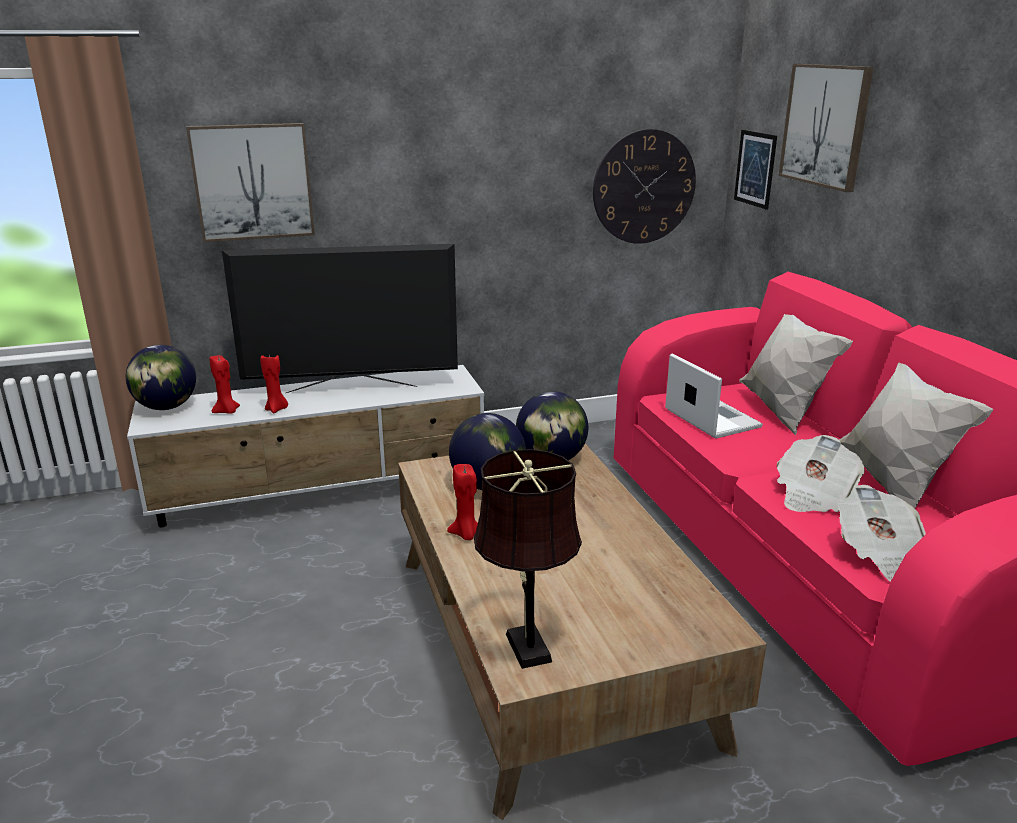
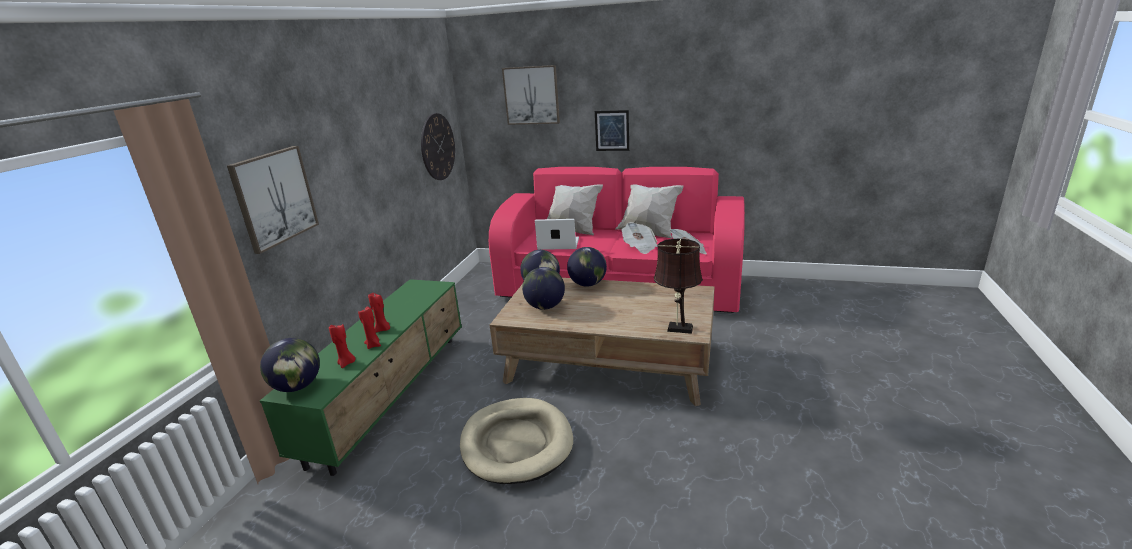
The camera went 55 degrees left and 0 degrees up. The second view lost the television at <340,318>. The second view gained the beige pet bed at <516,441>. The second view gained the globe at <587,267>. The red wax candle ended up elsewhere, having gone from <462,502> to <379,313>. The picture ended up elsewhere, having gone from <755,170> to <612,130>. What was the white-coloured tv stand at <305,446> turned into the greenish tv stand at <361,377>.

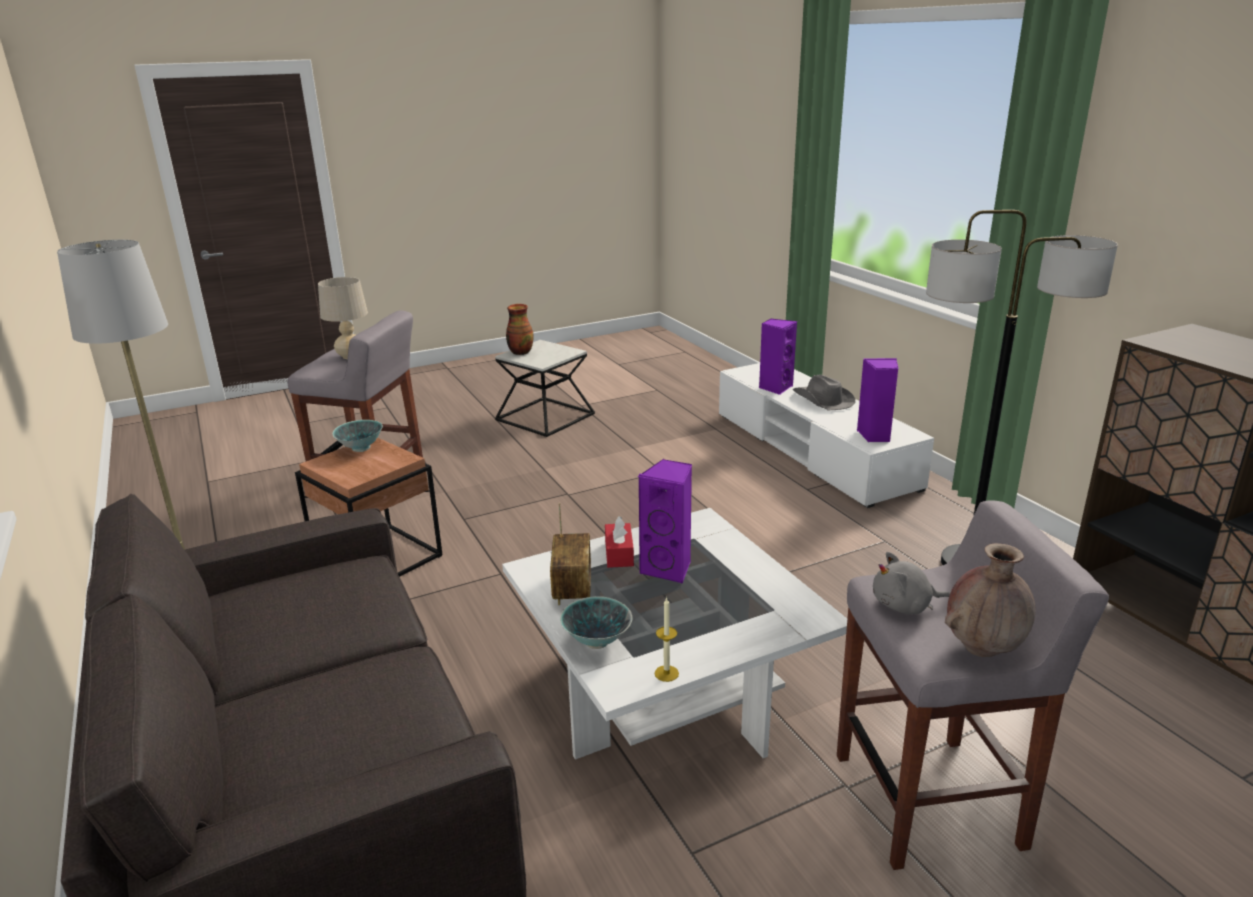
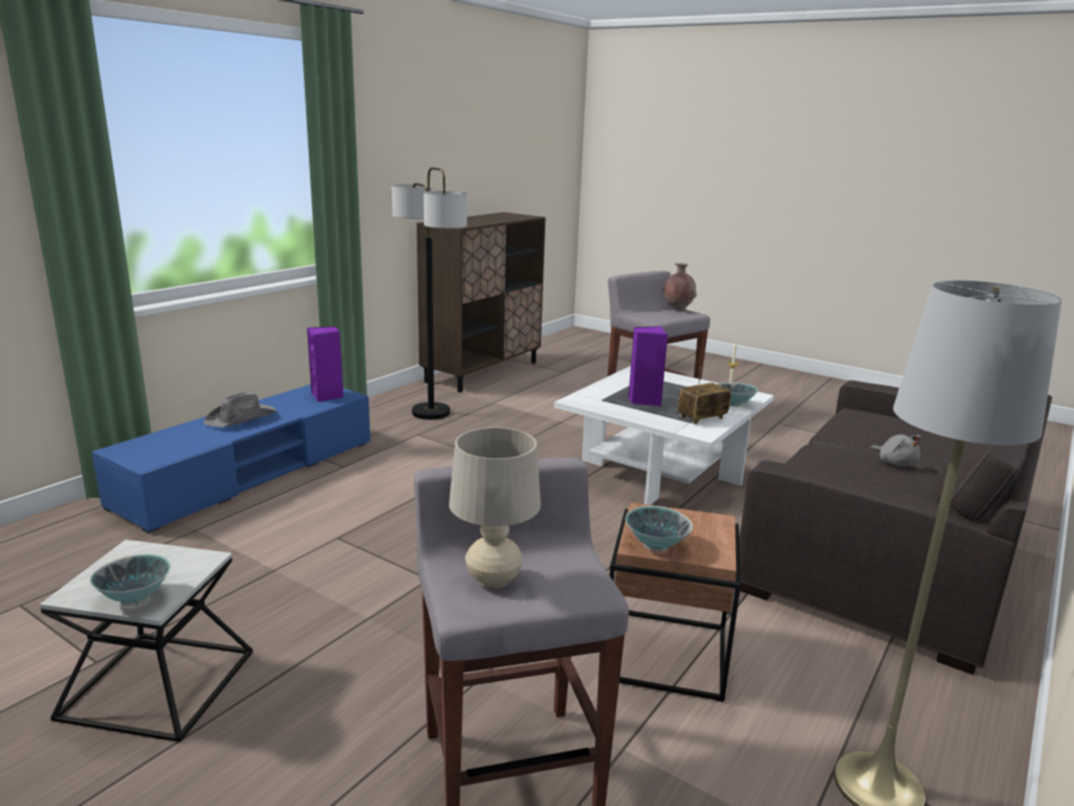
The camera went 120 degrees left and 5 degrees down. The second view lost the red tissue holder at <619,542>. The second view lost the purple-coloured audio speaker at <778,357>. The gray soft toy ended up elsewhere, having gone from <911,583> to <895,450>. Where the decorative vase stood at <520,329>, the serving bowl came to stand at <130,580>. What was the white-coloured tv stand at <826,435> turned into the bluish tv stand at <231,458>.

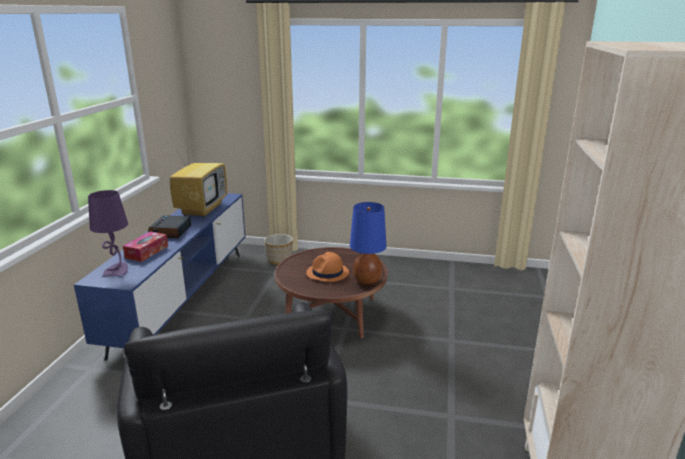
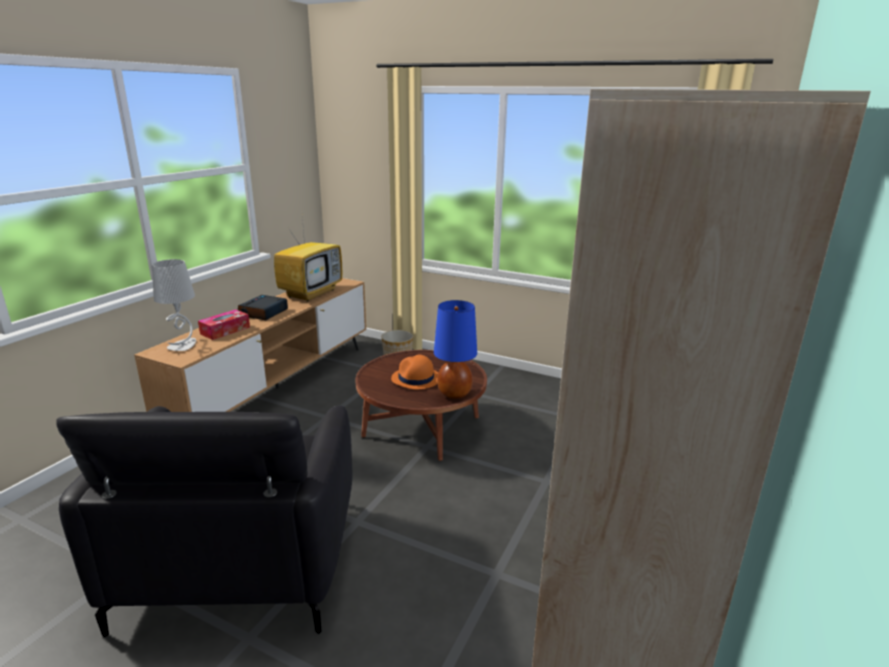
The camera went 15 degrees right and 0 degrees up. What was the bluish tv stand at <159,276> turned into the brown-coloured tv stand at <250,345>. What was the purple-coloured table lamp at <108,233> turned into the gray table lamp at <174,305>.

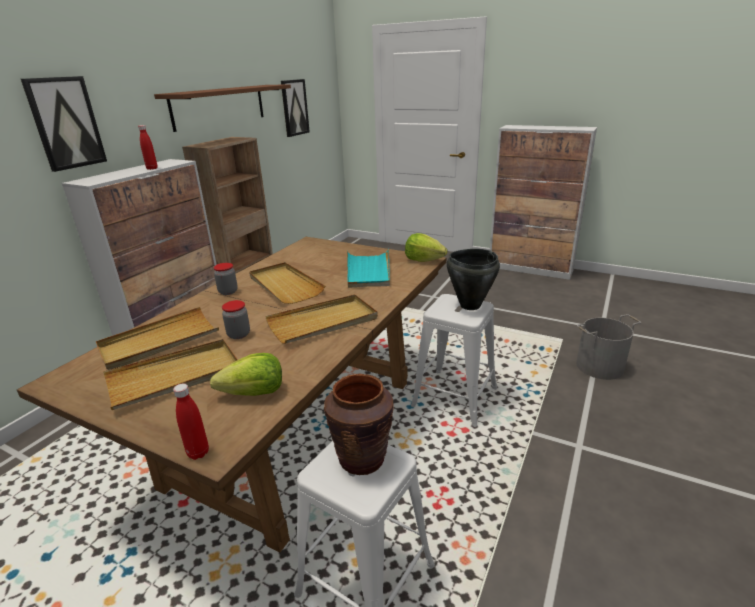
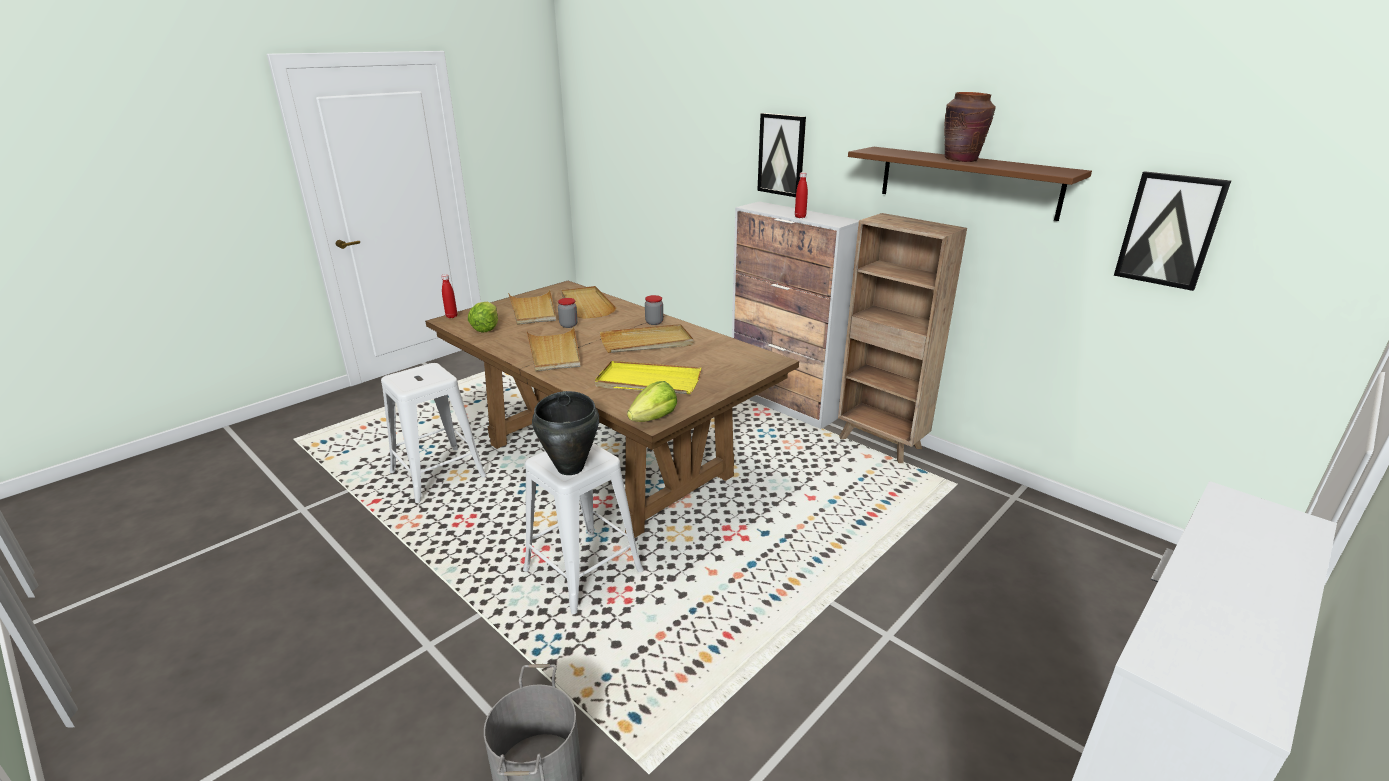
The camera went 105 degrees right and 0 degrees up. The brown-coloured decorative vase ended up elsewhere, having gone from <359,424> to <970,127>. What was the blue-green tray at <368,268> turned into the yellow tray at <648,377>.

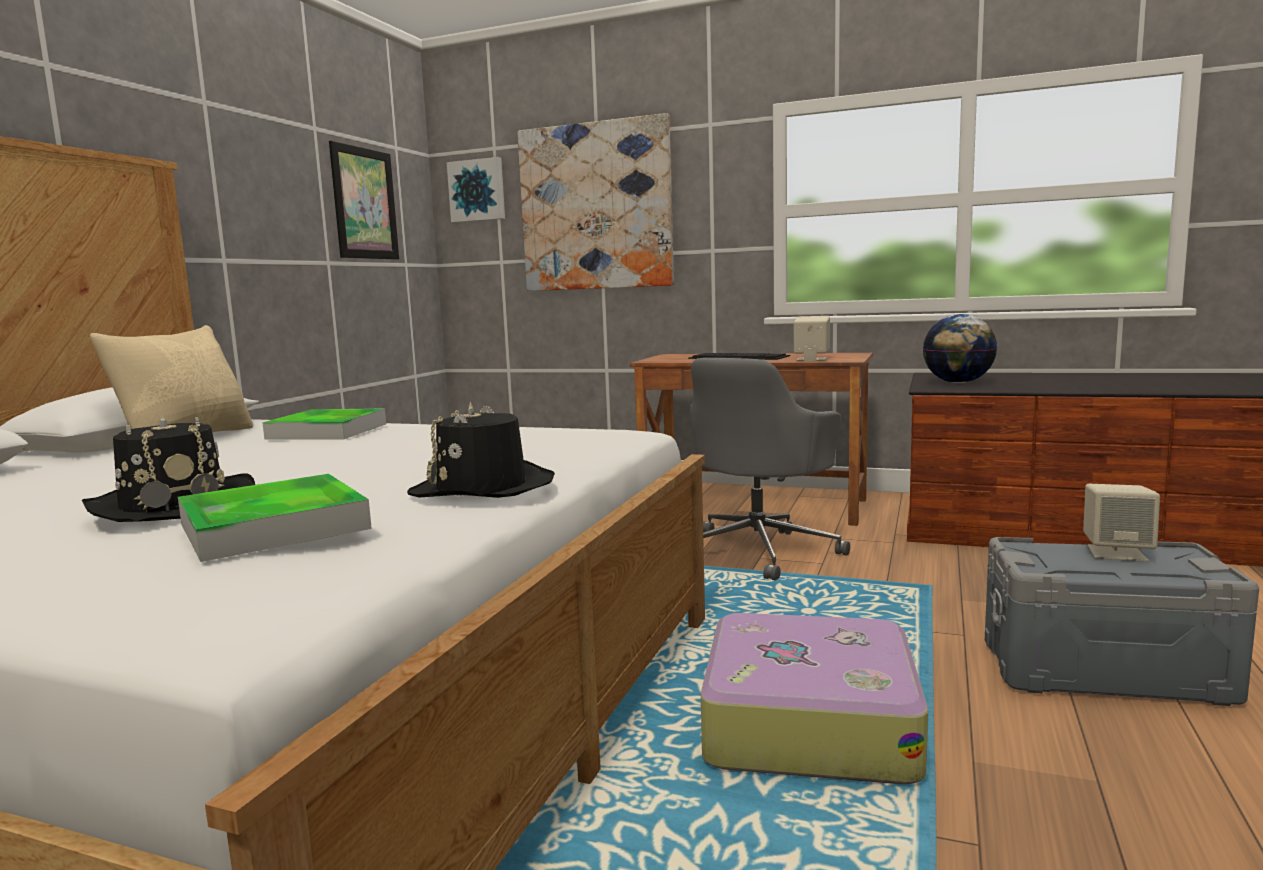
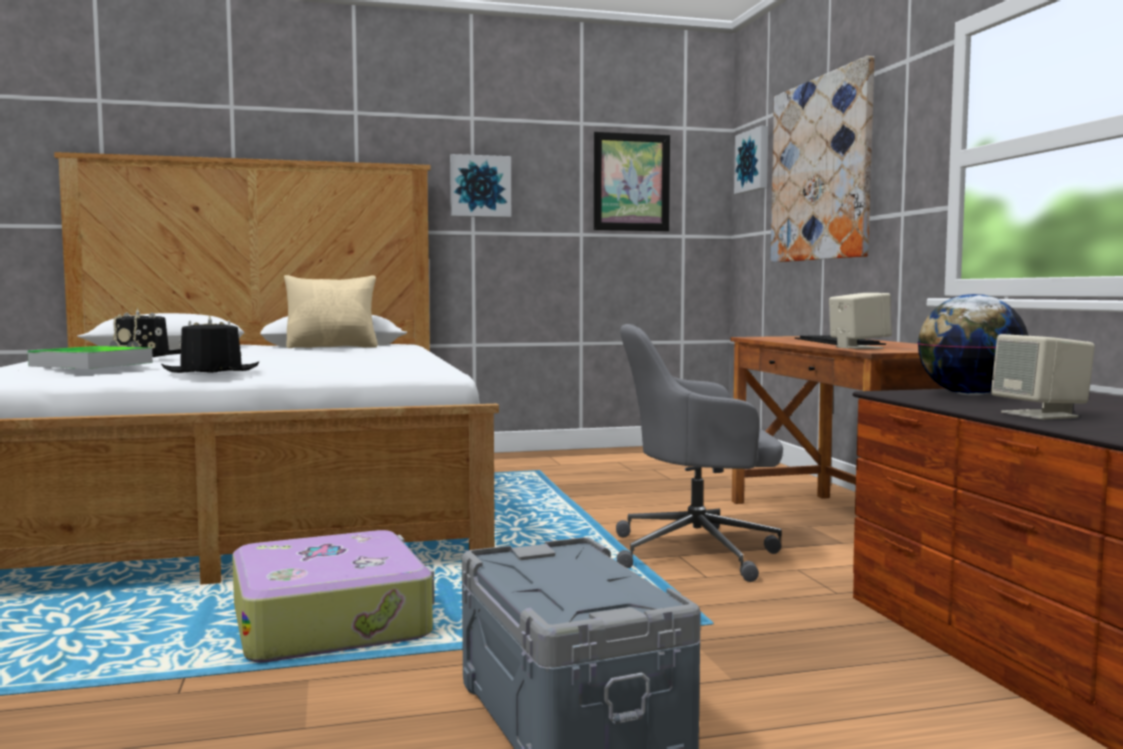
The camera went 55 degrees right and 5 degrees down. The second view lost the tray at <324,424>. The second view gained the picture at <480,185>. The beige audio speaker ended up elsewhere, having gone from <1121,523> to <1043,377>.

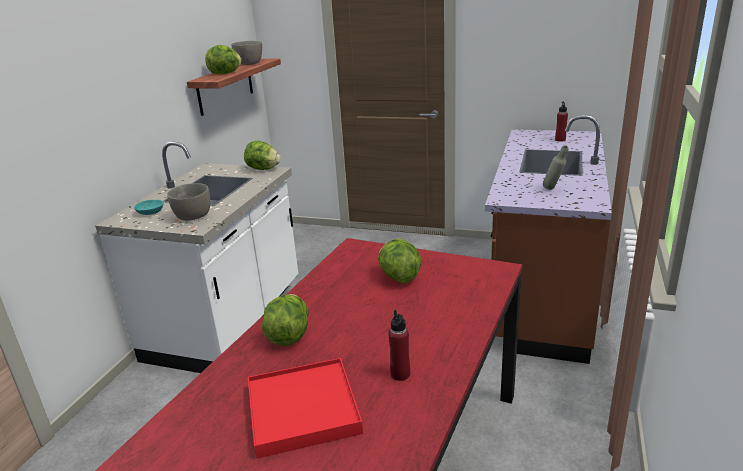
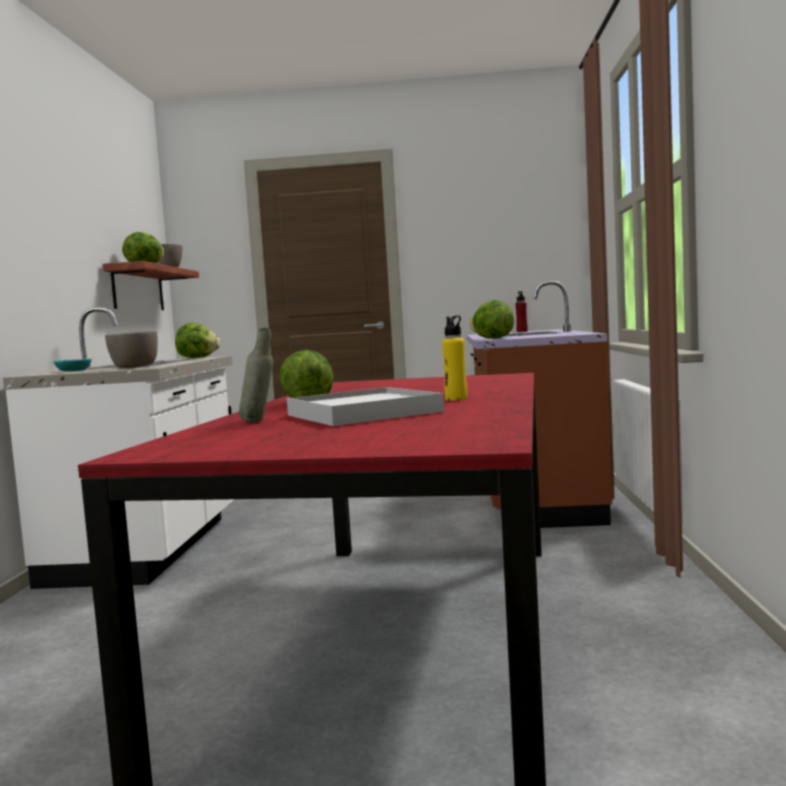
The camera went 15 degrees left and 20 degrees down. The lettuce ended up elsewhere, having gone from <399,261> to <492,319>. The gray beverage bottle ended up elsewhere, having gone from <555,167> to <256,375>. What was the red tray at <305,408> turned into the white-coloured tray at <365,406>. What was the red beverage bottle at <399,345> turned into the yellow beverage bottle at <455,358>.

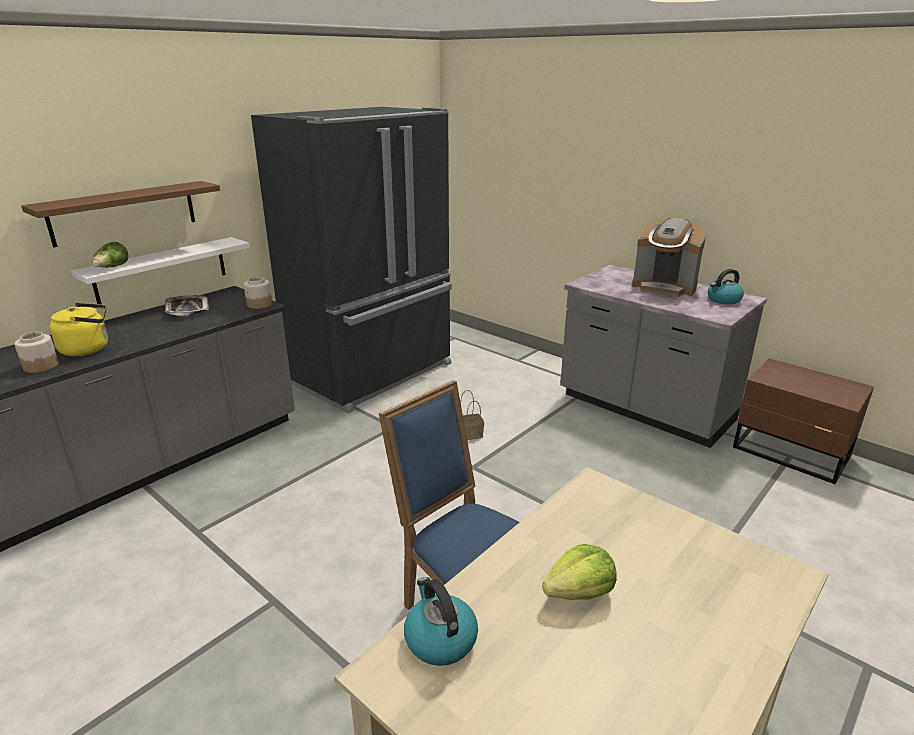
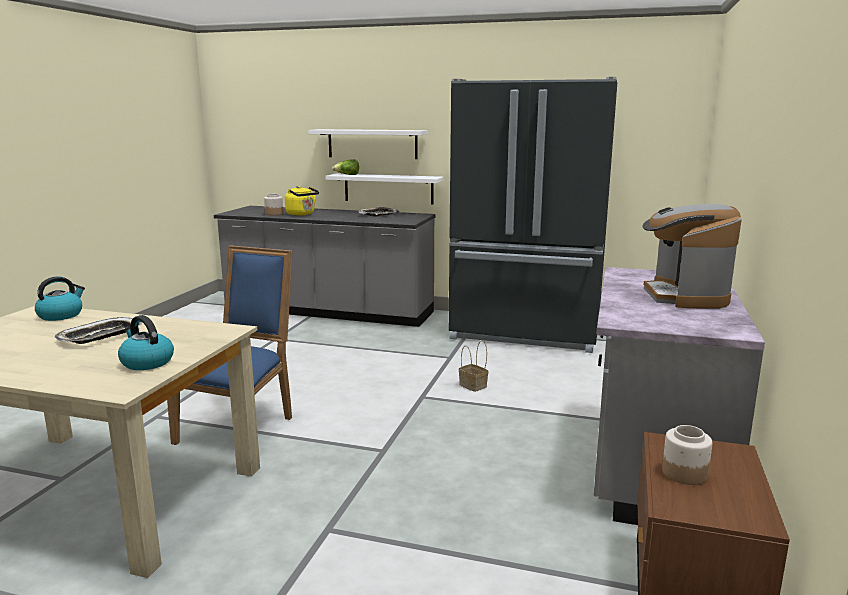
The camera went 65 degrees right and 10 degrees down. The jar ended up elsewhere, having gone from <258,293> to <687,455>. The water kettle ended up elsewhere, having gone from <726,287> to <146,342>. Where the lettuce stood at <579,572>, the tray came to stand at <98,330>. What was the brown-coloured shelf at <120,214> turned into the white-coloured shelf at <368,144>.

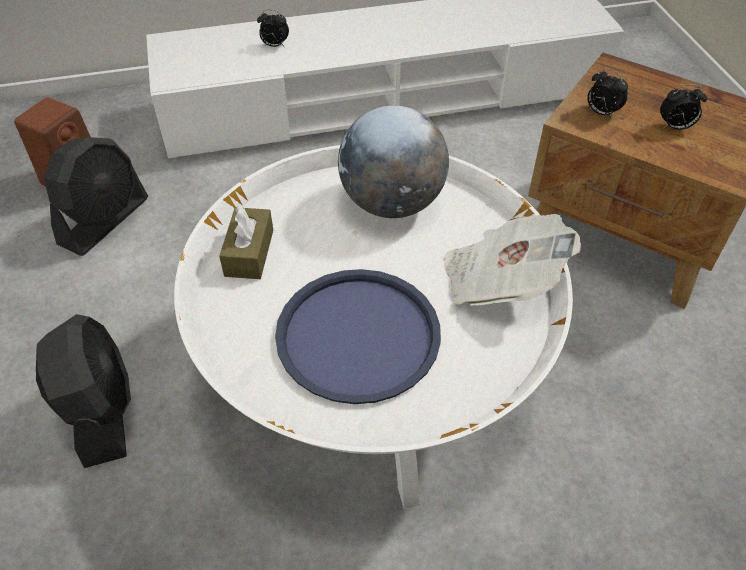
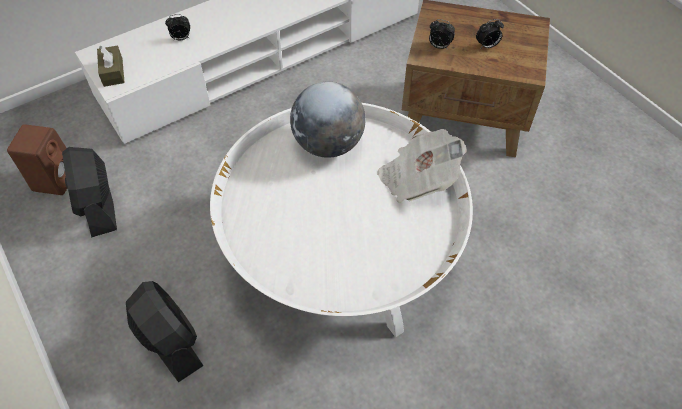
The camera went 20 degrees left and 5 degrees up. The second view lost the bluish tray at <358,336>. The brown-coloured tissue holder ended up elsewhere, having gone from <246,242> to <111,66>. The black cooling fan at <96,196> ended up facing another way, 150 degrees clockwise from before.

